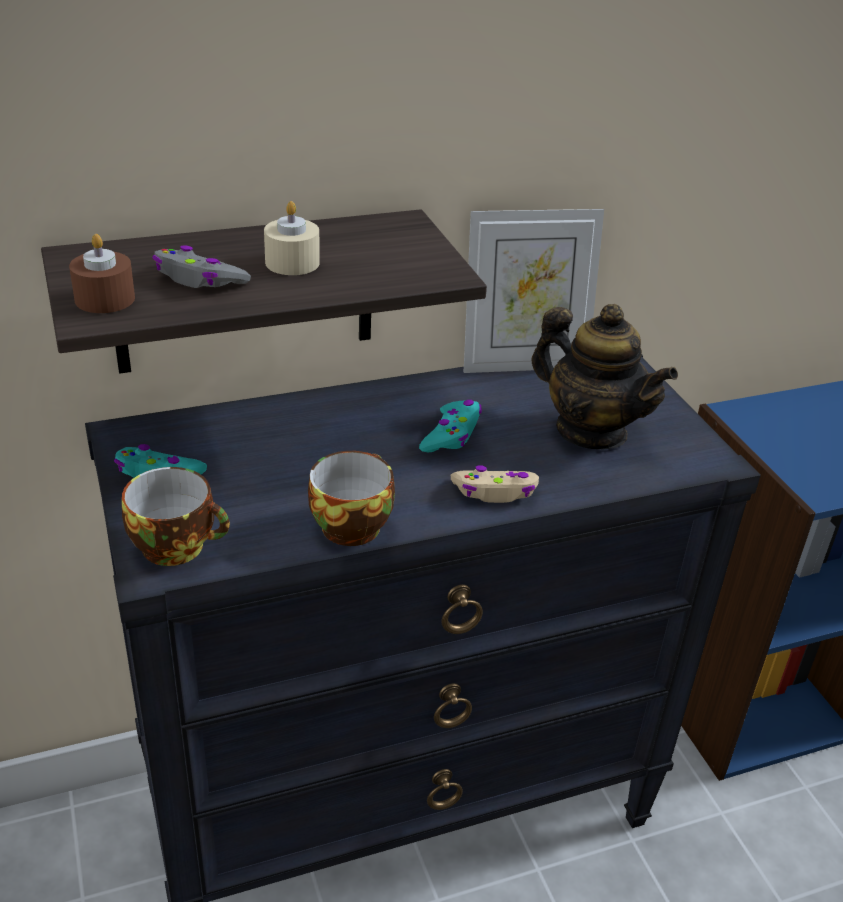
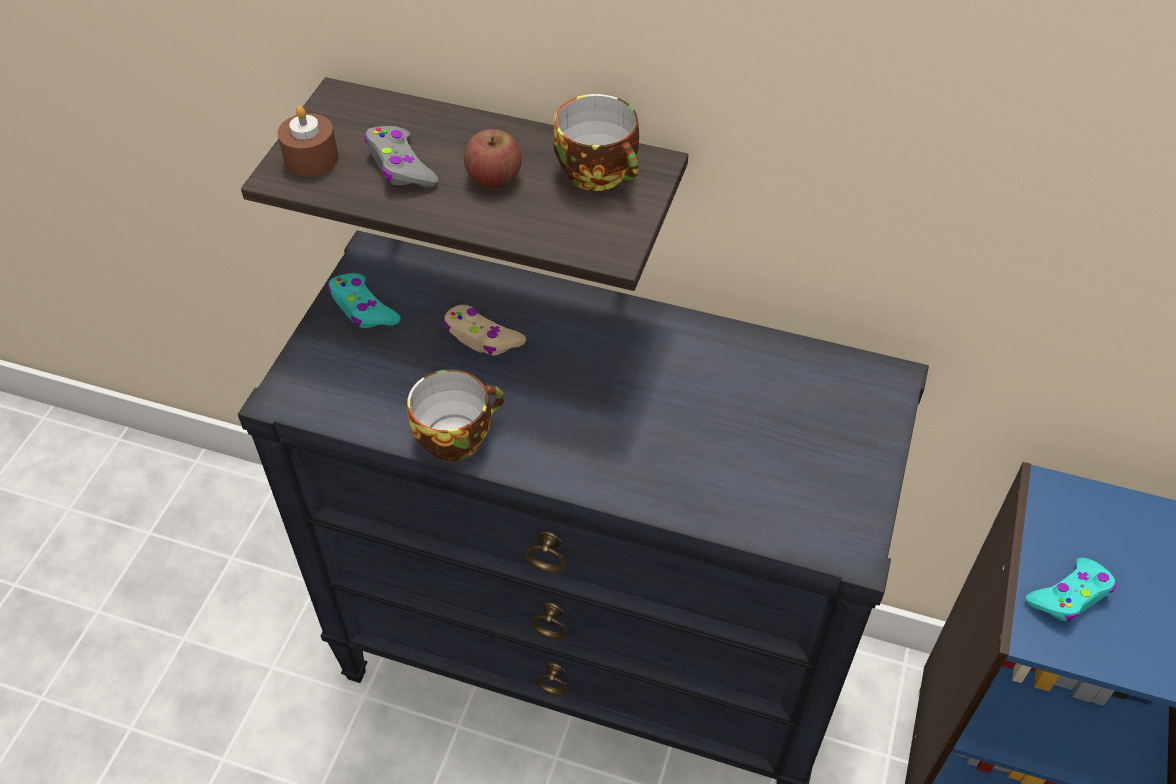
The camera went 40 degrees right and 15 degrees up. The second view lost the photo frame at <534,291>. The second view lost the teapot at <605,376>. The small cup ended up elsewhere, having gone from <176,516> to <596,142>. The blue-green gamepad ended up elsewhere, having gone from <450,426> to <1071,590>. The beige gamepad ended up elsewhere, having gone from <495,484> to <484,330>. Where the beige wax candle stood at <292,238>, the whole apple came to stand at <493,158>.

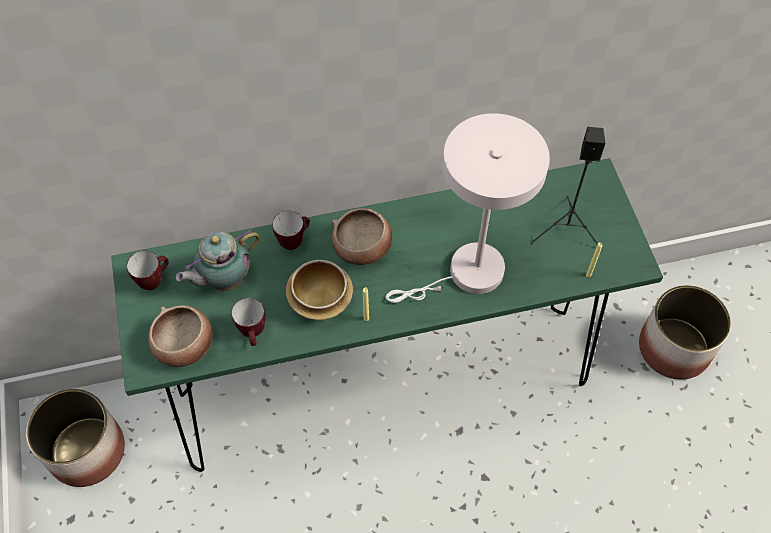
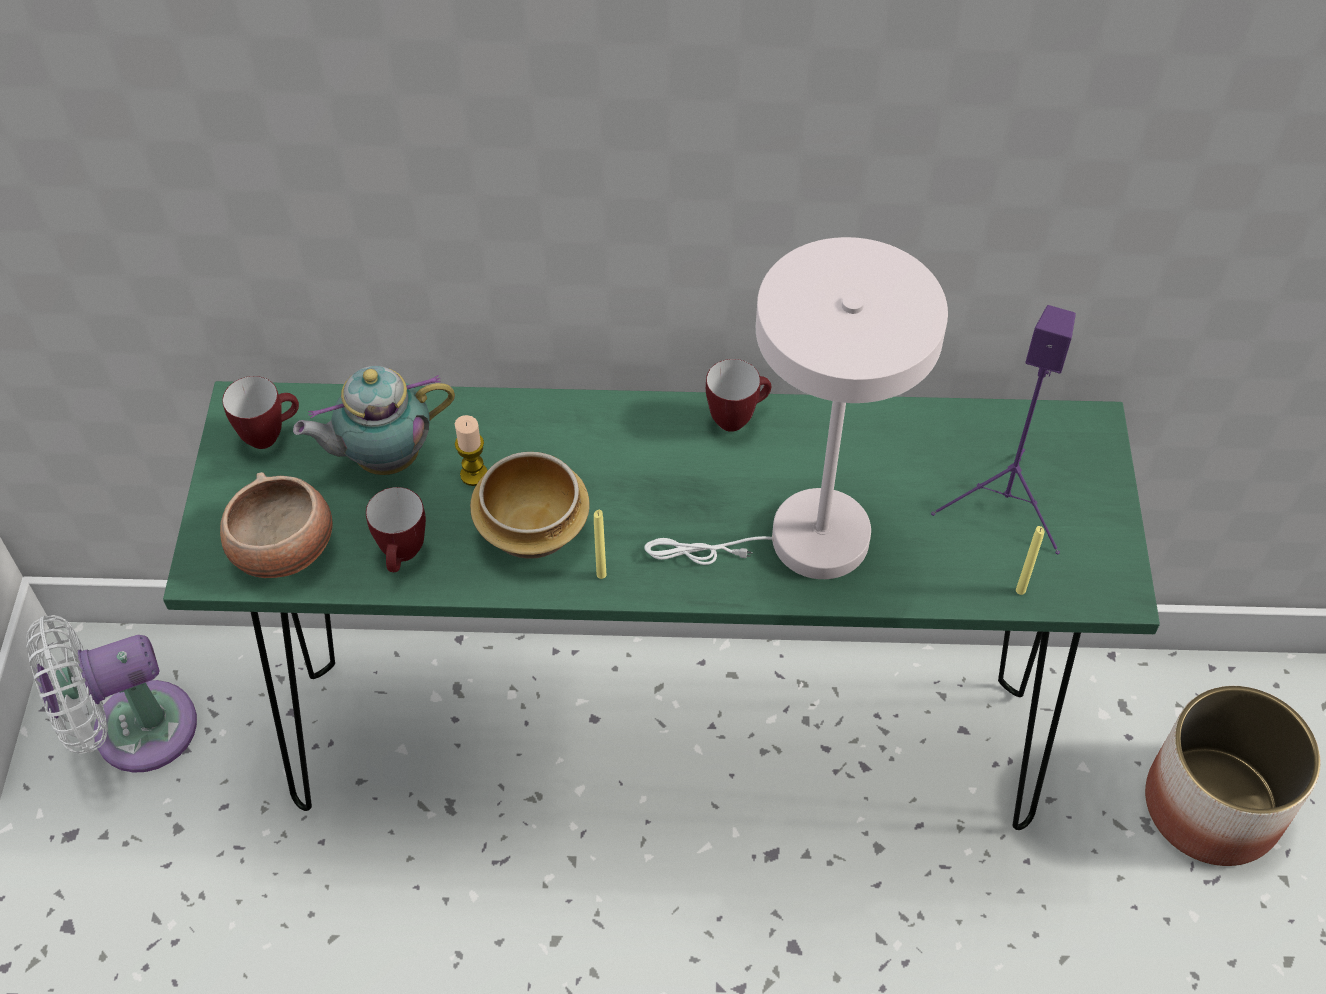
The camera went 15 degrees right and 5 degrees down. The second view lost the serving bowl at <362,236>. The second view gained the wax candle at <471,450>. The mug ended up elsewhere, having gone from <291,230> to <738,395>. Where the plant pot stood at <75,438>, the white-coloured cooling fan came to stand at <111,694>. What was the black audio speaker at <568,189> turned into the purple-coloured audio speaker at <1003,429>.

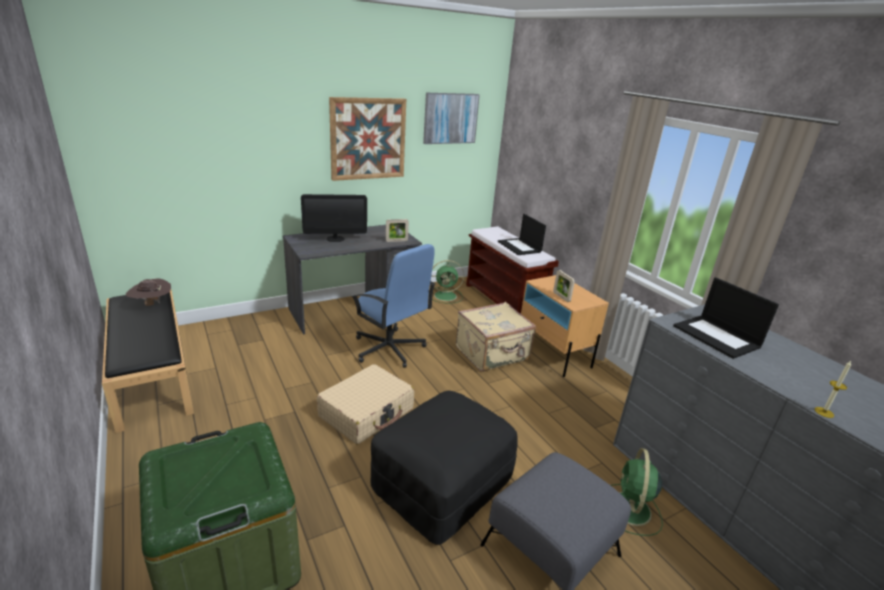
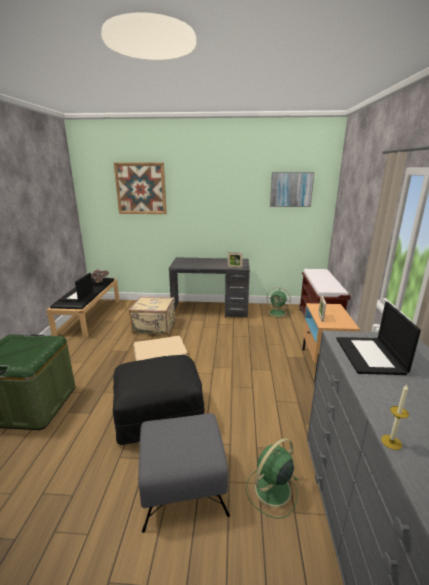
The camera went 35 degrees right and 5 degrees down. The second view lost the computer display at <334,218>. The second view lost the bluish desk chair at <393,306>. The picture ended up elsewhere, having gone from <367,139> to <140,188>. The beige travel case ended up elsewhere, having gone from <496,337> to <152,315>. The portable computer ended up elsewhere, having gone from <522,234> to <76,287>.

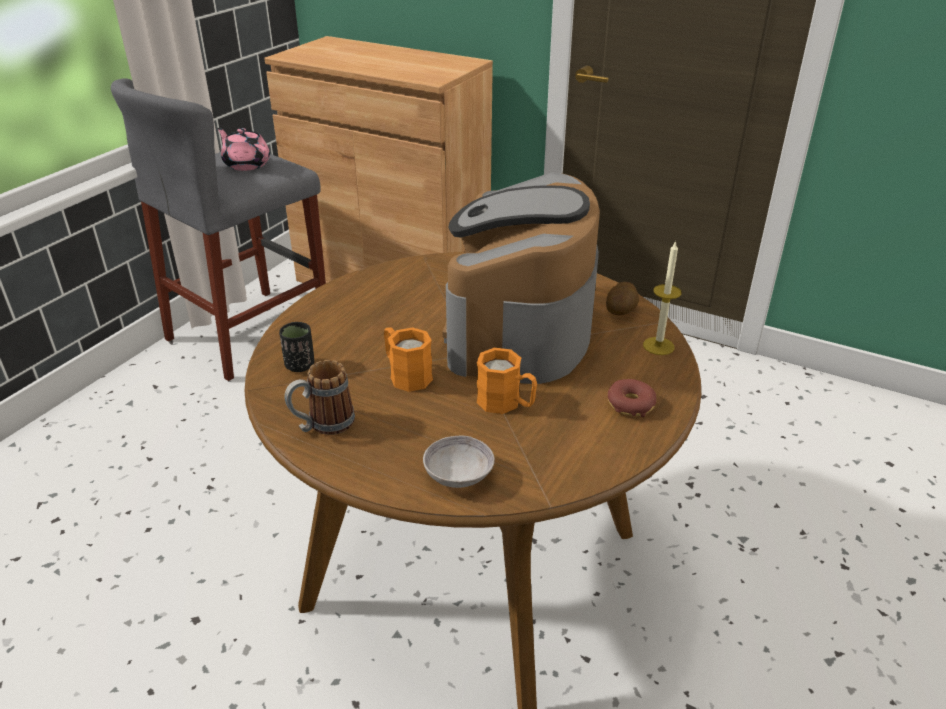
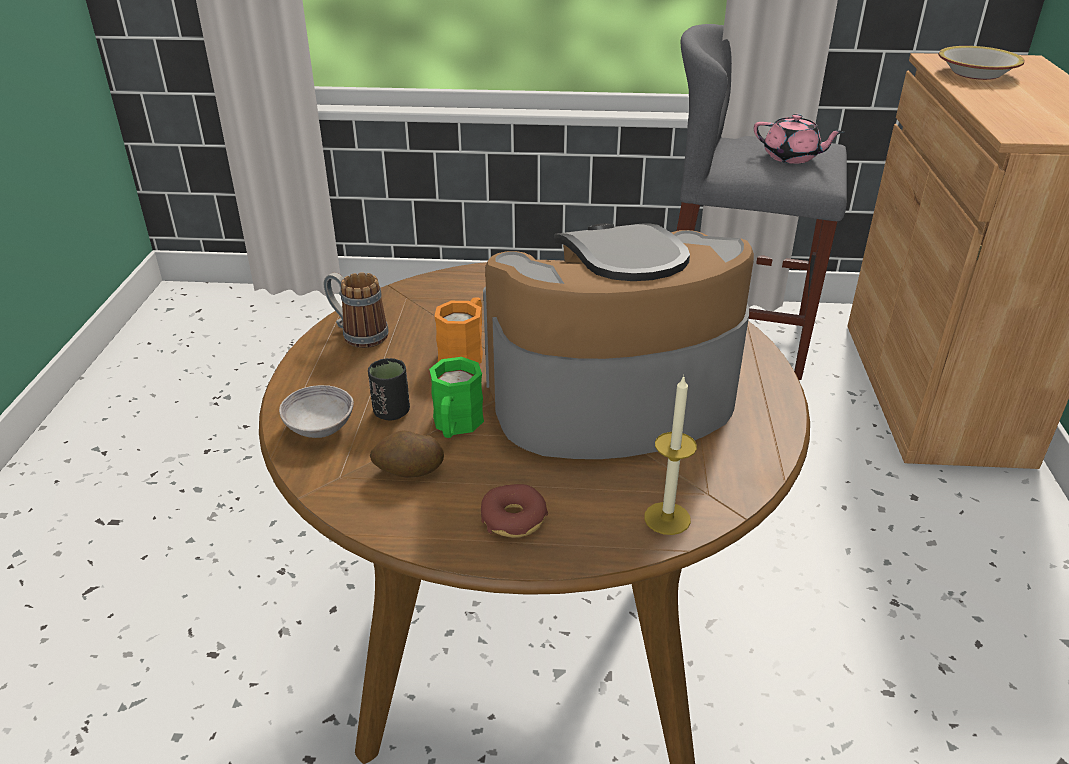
The camera went 65 degrees right and 0 degrees up. The second view gained the serving bowl at <981,63>. The black small cup ended up elsewhere, having gone from <296,347> to <389,389>. The potato ended up elsewhere, having gone from <622,298> to <407,453>. What was the orange-coloured mug at <507,381> turned into the greenish mug at <456,397>. The pink-coloured teapot at <243,149> ended up facing another way, 105 degrees clockwise from before.

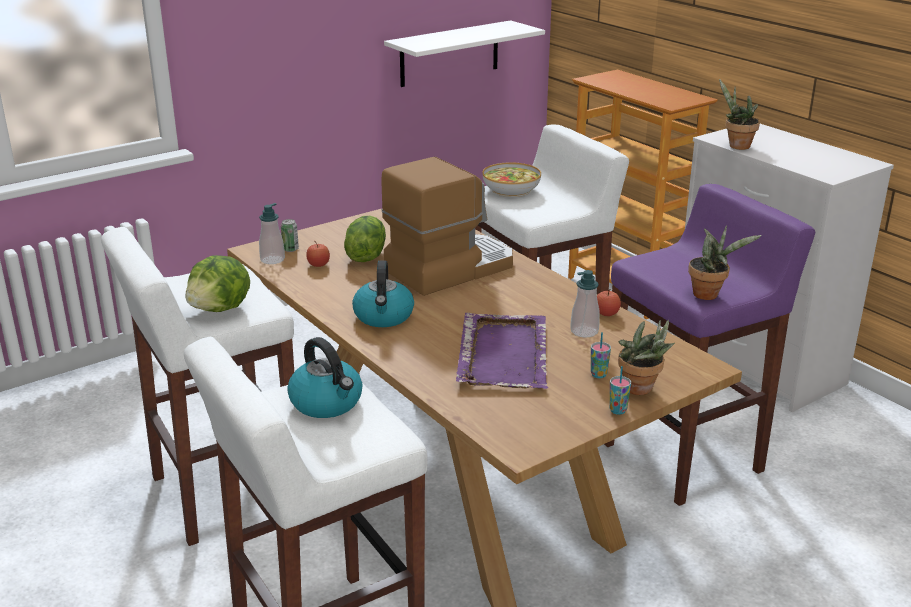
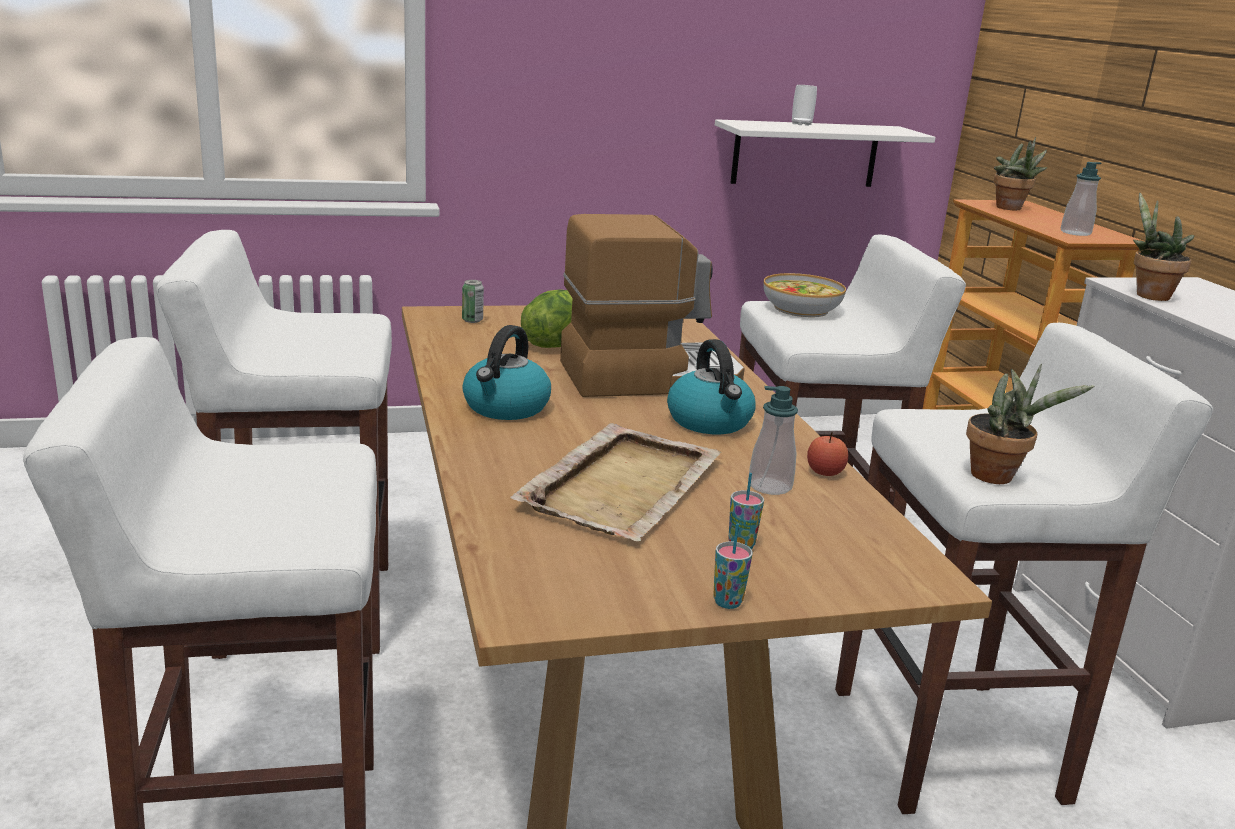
The camera went 20 degrees right and 5 degrees down. The second view lost the lettuce at <218,283>. The second view lost the whole apple at <318,254>. The second view gained the small cup at <804,105>. The soap bottle ended up elsewhere, having gone from <272,233> to <1081,199>. The water kettle ended up elsewhere, having gone from <324,377> to <711,386>. The potted plant ended up elsewhere, having gone from <646,357> to <1021,173>. What was the purple-coloured tray at <502,351> turned into the beige tray at <616,482>. What was the purple-coloured sitting stool at <709,345> turned into the white-coloured sitting stool at <1024,568>.

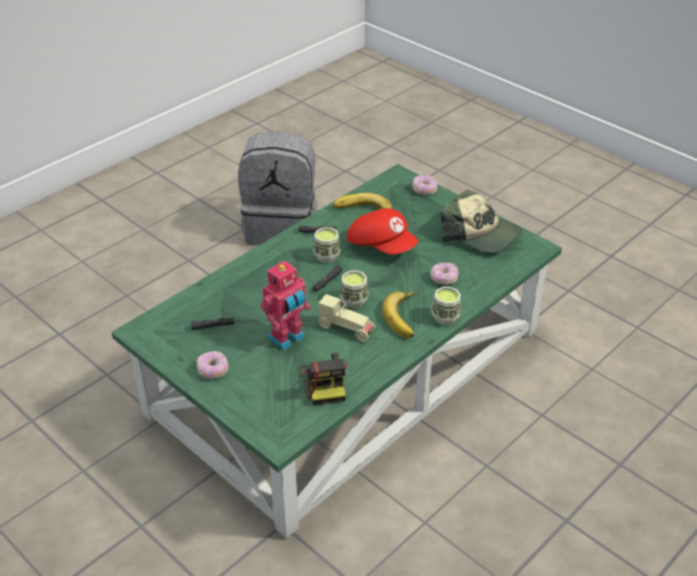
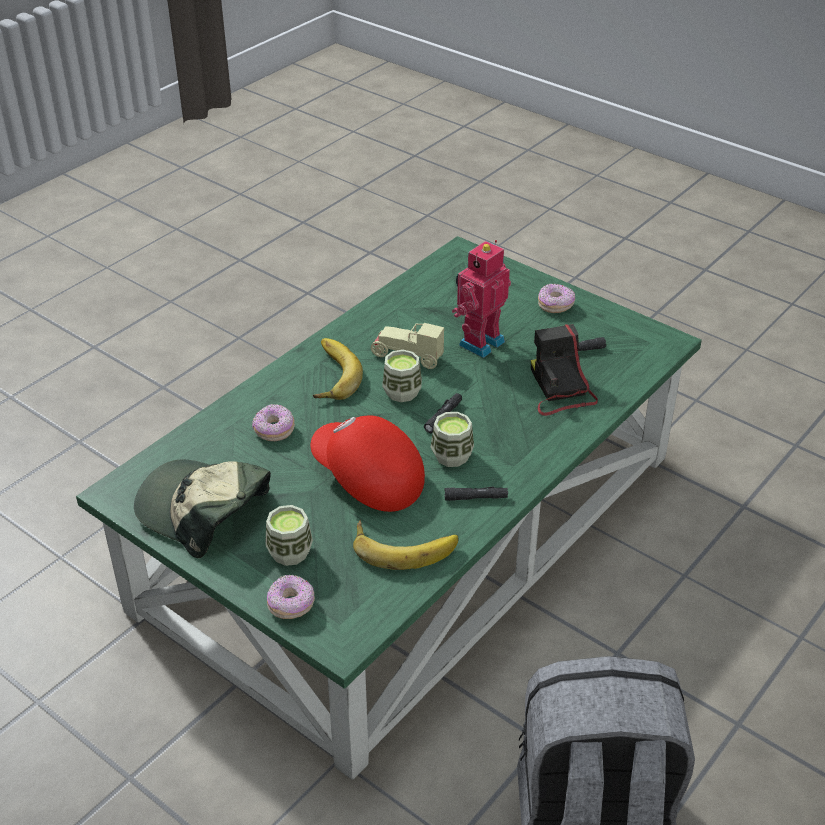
The camera went 175 degrees right and 0 degrees up. The photo camera ended up elsewhere, having gone from <323,378> to <564,370>. The small cup ended up elsewhere, having gone from <446,306> to <289,535>.

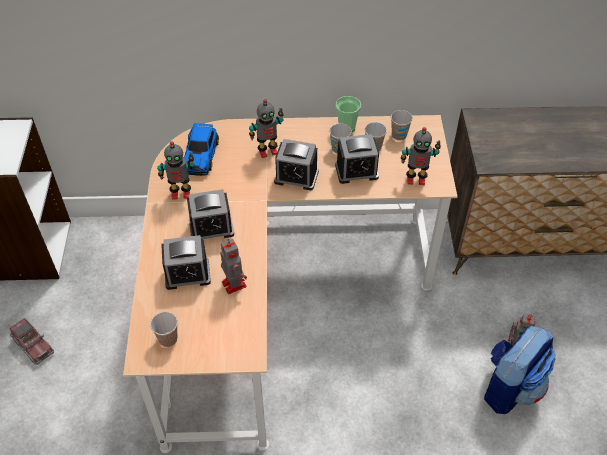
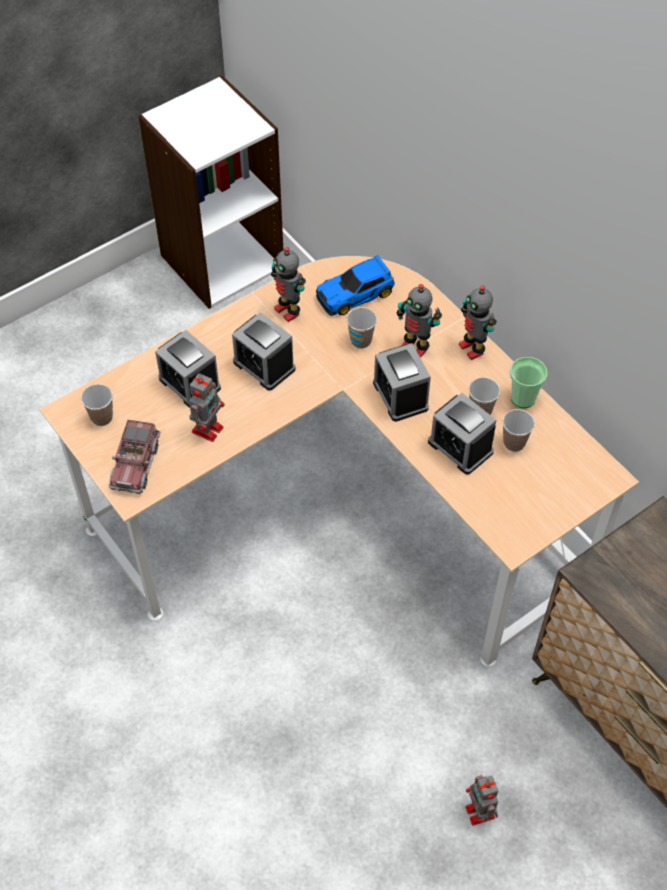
The camera went 55 degrees right and 5 degrees up. The second view lost the backpack at <520,370>. The model truck ended up elsewhere, having gone from <32,341> to <134,457>. The small cup ended up elsewhere, having gone from <402,125> to <362,328>. The model robot ended up elsewhere, having gone from <421,156> to <478,323>.

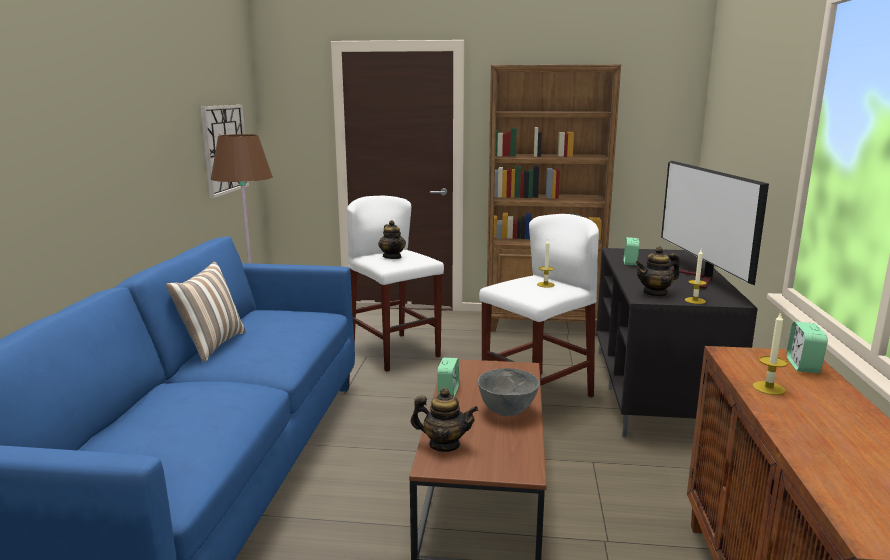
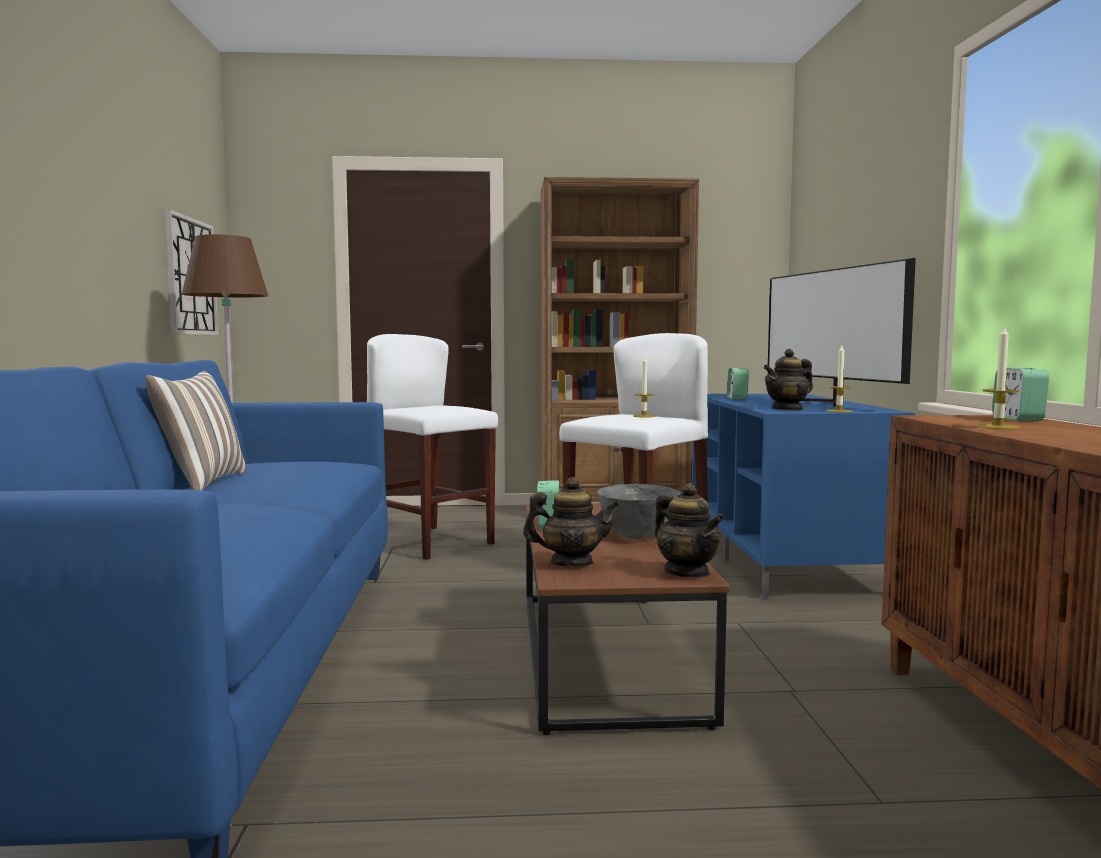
The camera went 10 degrees left and 10 degrees down. The teapot ended up elsewhere, having gone from <392,239> to <689,530>. What was the black tv stand at <677,342> turned into the bluish tv stand at <803,496>.

